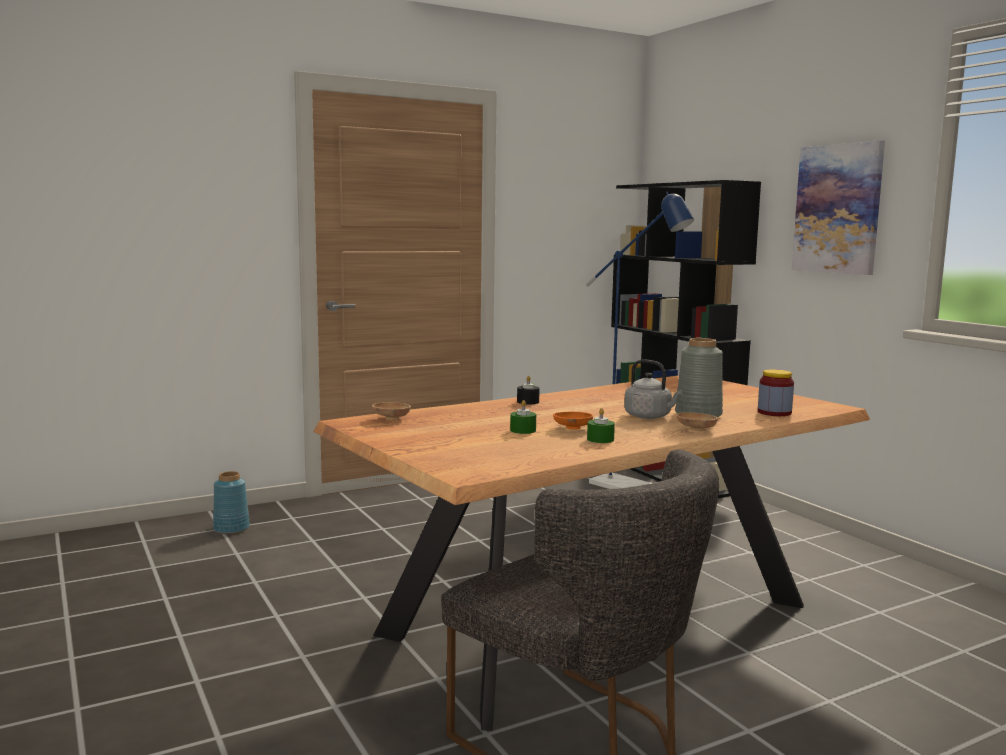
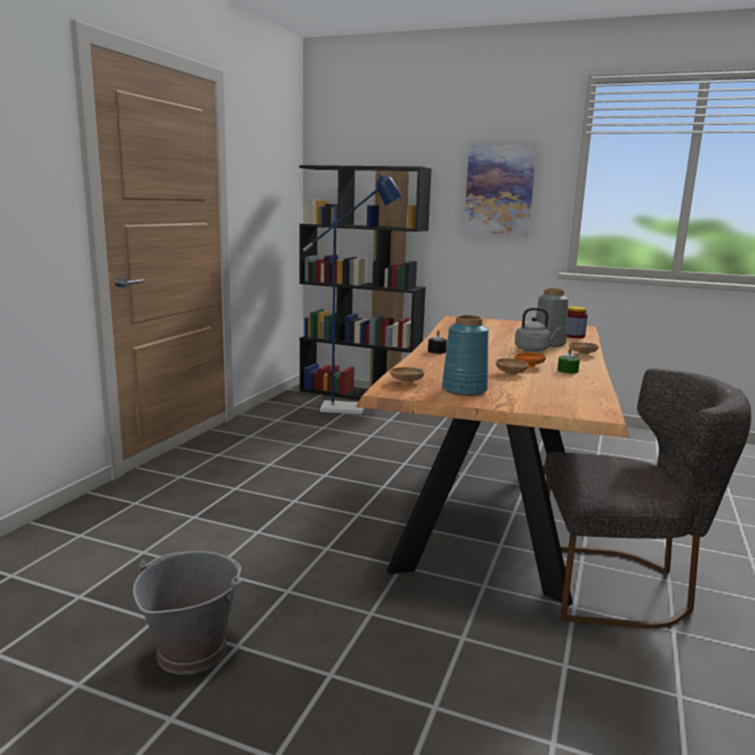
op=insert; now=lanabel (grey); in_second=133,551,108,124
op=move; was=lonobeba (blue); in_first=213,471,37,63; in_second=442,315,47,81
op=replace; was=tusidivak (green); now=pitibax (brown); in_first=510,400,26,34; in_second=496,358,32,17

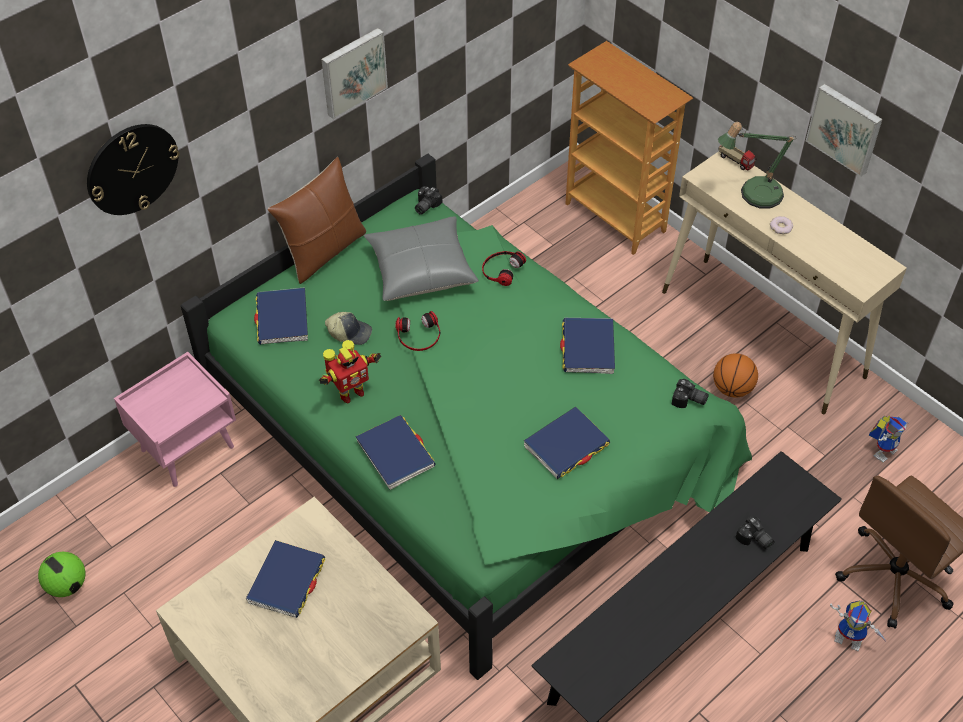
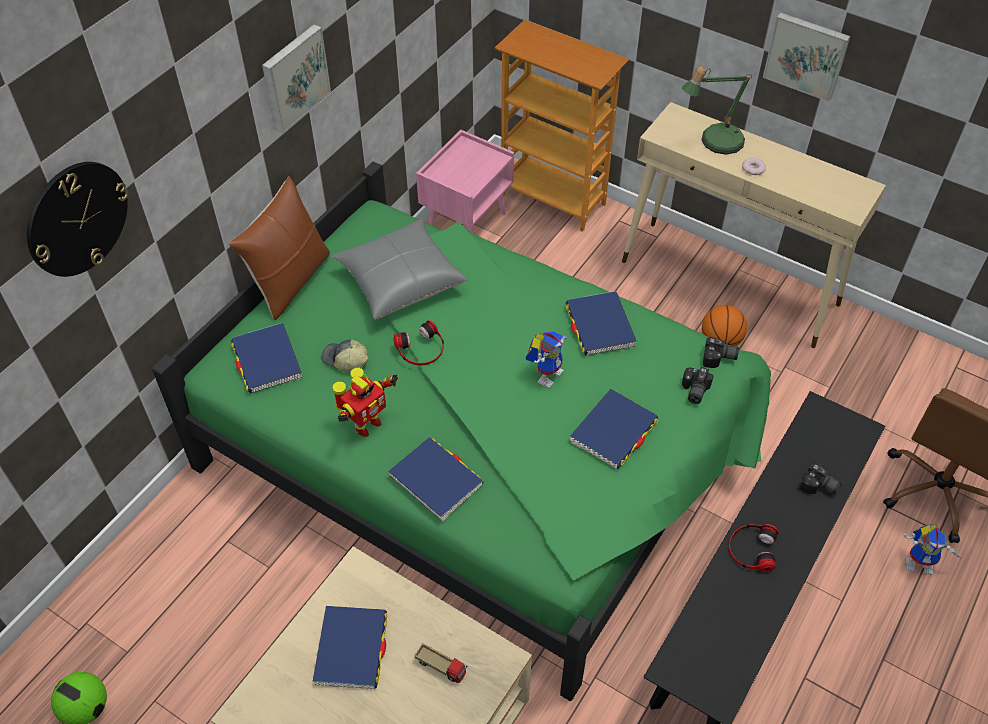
op=rotate; was=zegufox; in_first=325,312,47,33; in_second=321,339,48,33; clockwise=-150
op=move; was=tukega; in_first=718,145,39,25; in_second=415,643,52,40
op=move; was=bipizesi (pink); in_first=114,352,122,135; in_second=416,130,98,103
op=move; was=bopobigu; in_first=869,415,40,48; in_second=526,331,42,57
op=move; was=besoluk; in_first=415,186,27,29; in_second=682,367,32,37
op=move; was=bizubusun; in_first=482,251,44,35; in_second=729,524,50,48

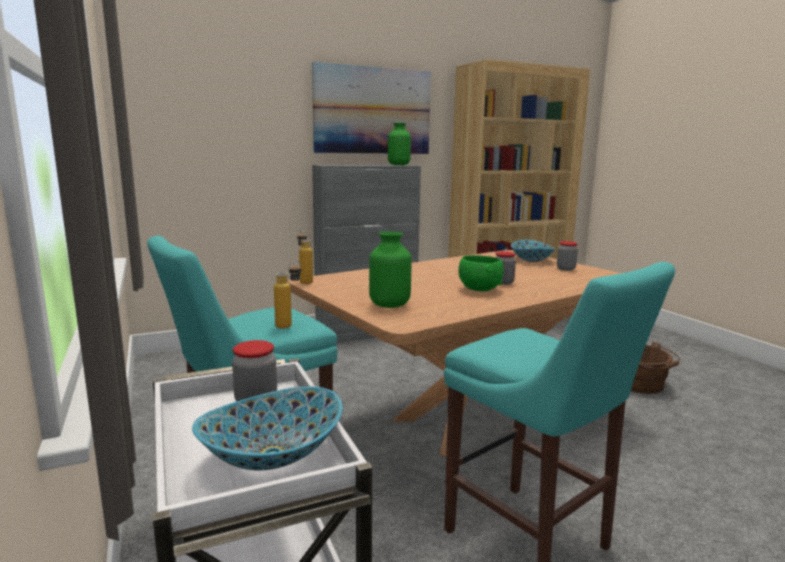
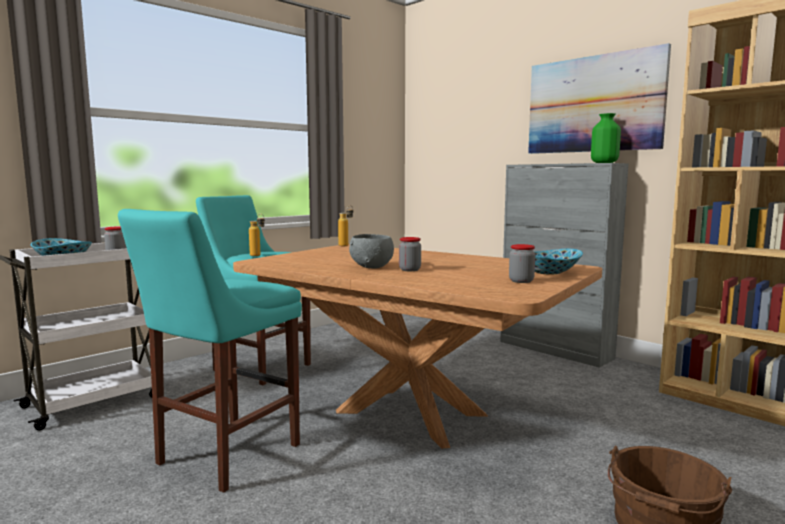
op=recolor; was=pitibax (green); now=pitibax (grey); in_first=459,255,45,36; in_second=349,234,45,35
op=delete; was=lonobeba (green); in_first=369,231,43,77

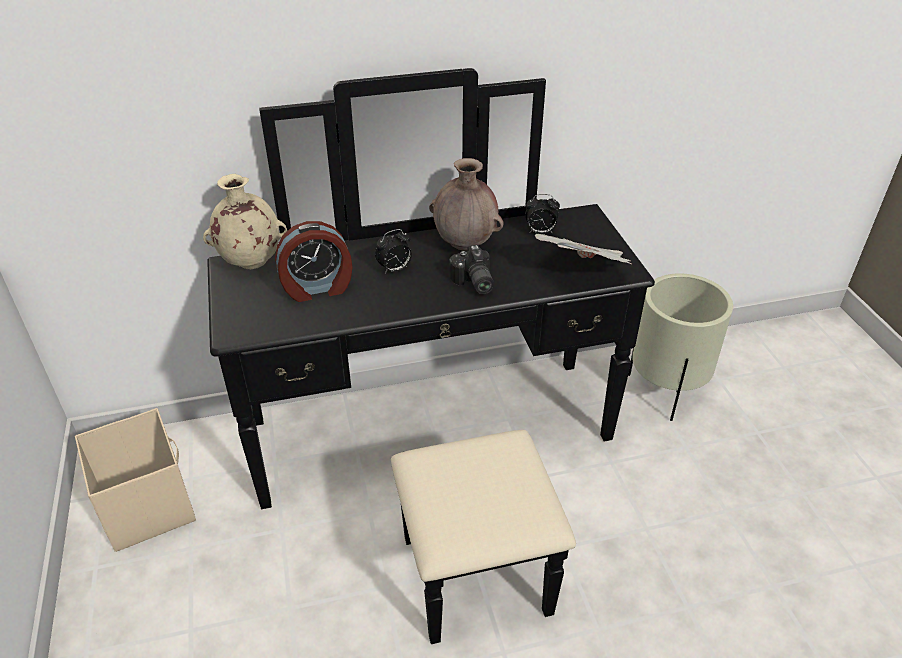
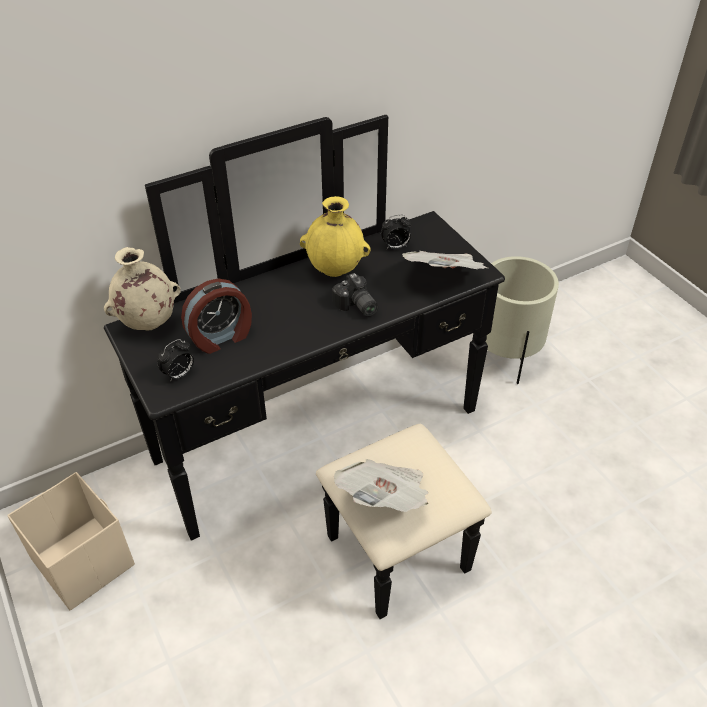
op=move; was=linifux; in_first=375,229,37,44; in_second=157,339,37,43
op=recolor; was=lonobeba (brown); now=lonobeba (yellow); in_first=429,158,75,93; in_second=300,196,71,81
op=insert; now=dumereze; in_second=334,459,95,53

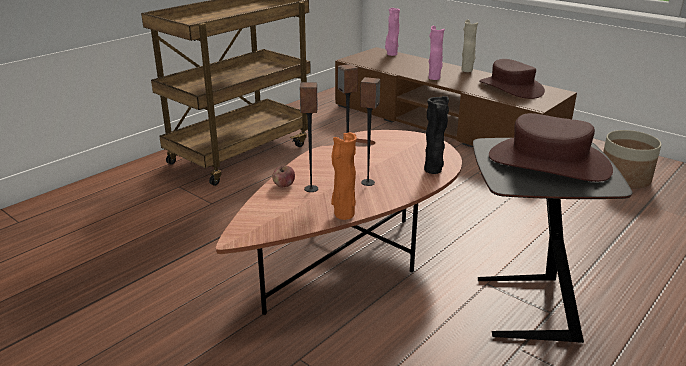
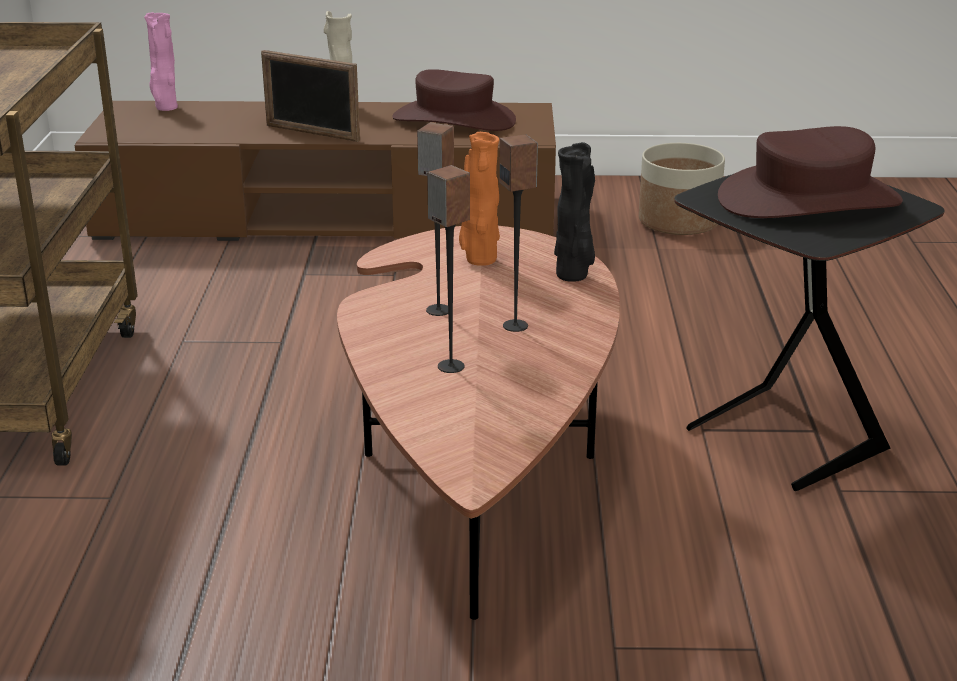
op=replace; was=lonobeba (pink); now=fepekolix; in_first=429,26,16,54; in_second=261,50,99,92
op=move; was=lonobeba (orange); in_first=331,132,26,88; in_second=459,132,41,134
op=delete; was=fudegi; in_first=272,166,23,21

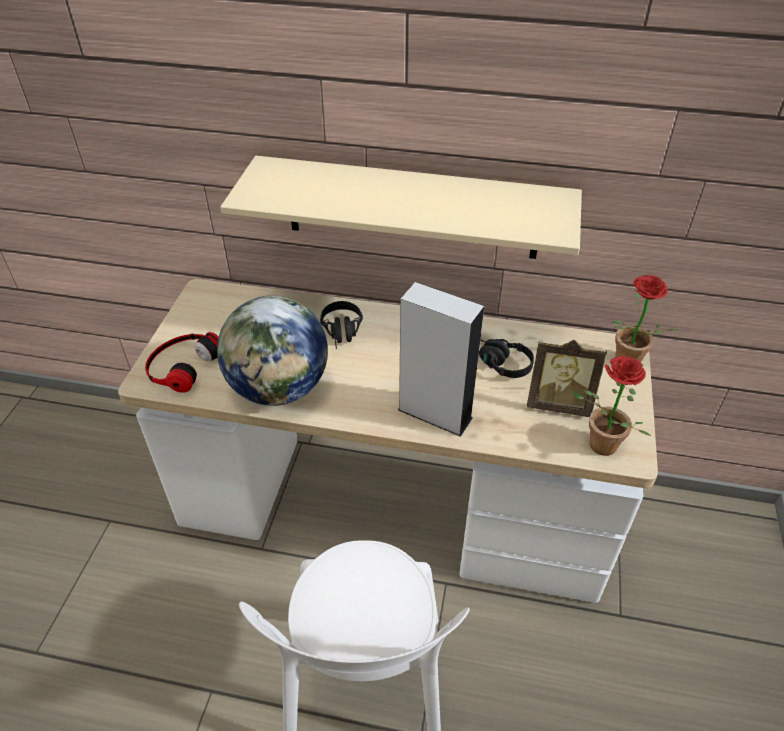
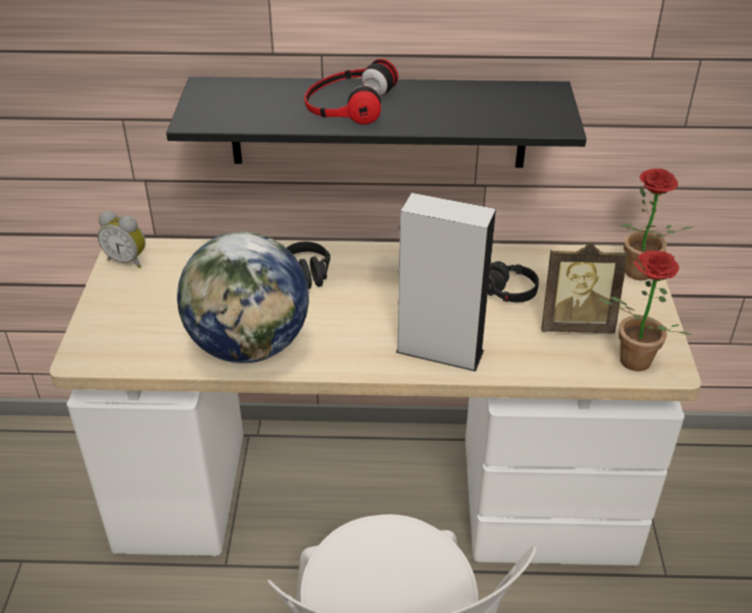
op=insert; now=linifux; in_second=98,211,48,57
op=recolor; was=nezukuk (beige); now=nezukuk (black); in_first=220,156,362,103; in_second=166,77,421,91
op=move; was=bizubusun; in_first=145,332,74,61; in_second=304,59,94,66

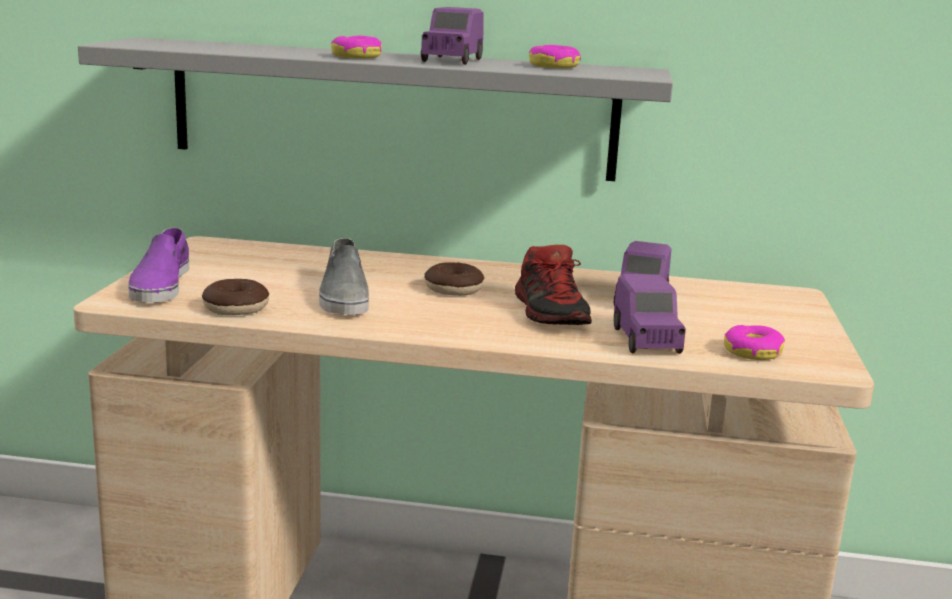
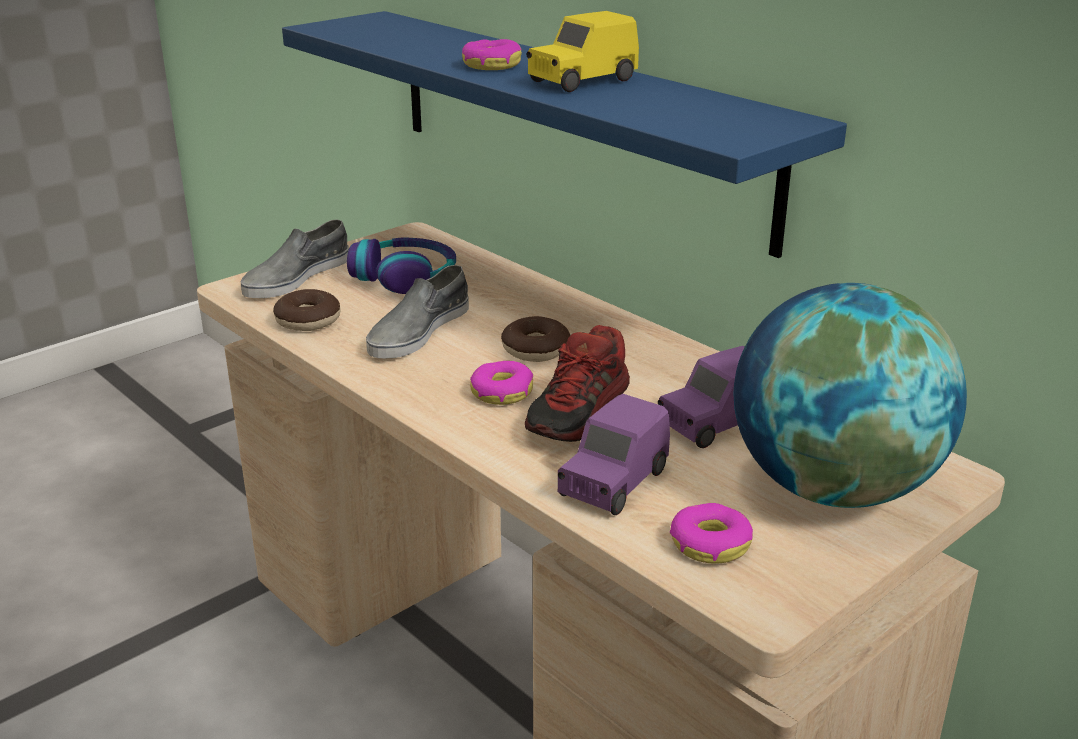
op=recolor; was=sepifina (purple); now=sepifina (grey); in_first=128,228,61,75; in_second=241,219,108,79
op=recolor; was=nezukuk (grey); now=nezukuk (blue); in_first=78,37,595,144; in_second=282,11,565,247
op=insert; now=bizubusun; in_second=347,237,109,57
op=move; was=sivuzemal; in_first=529,45,52,23; in_second=470,361,63,44
op=recolor; was=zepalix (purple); now=zepalix (yellow); in_first=421,7,63,58; in_second=526,11,113,81
op=insert; now=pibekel; in_second=734,283,233,225

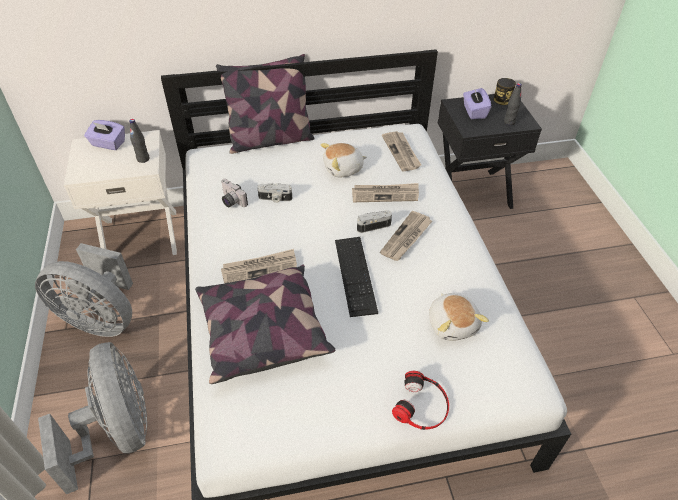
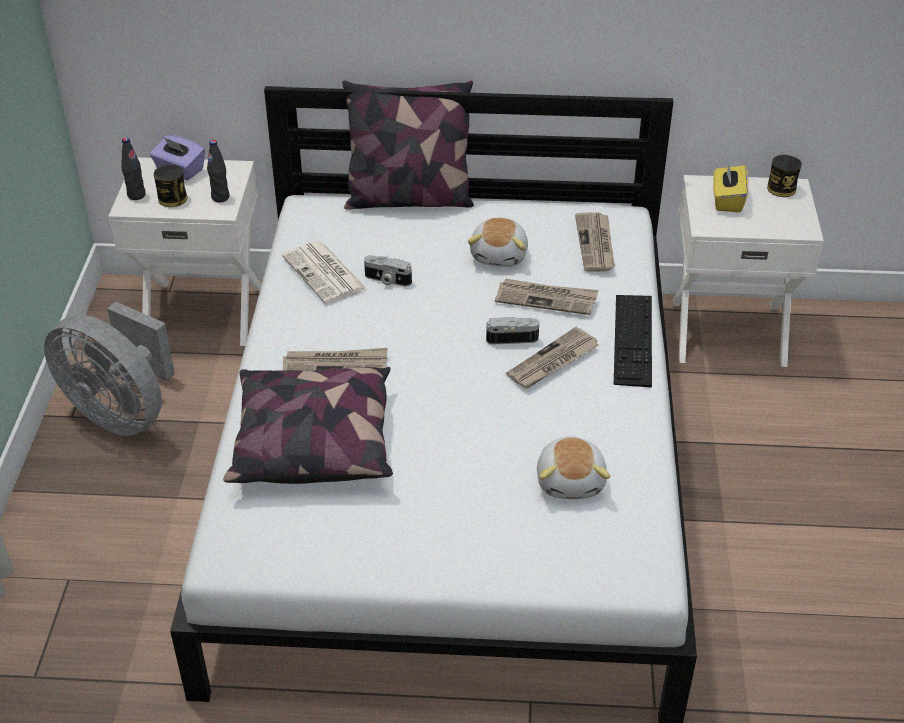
op=move; was=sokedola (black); in_first=504,83,18,42; in_second=121,137,25,63
op=insert; now=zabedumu; in_second=154,164,33,43
op=replace; was=besoluk; now=dumereze; in_first=221,179,27,29; in_second=282,241,85,63
op=rotate; was=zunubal; in_first=320,143,47,35; in_second=468,218,60,49; clockwise=-75
op=move; was=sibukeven; in_first=335,237,43,80; in_second=614,295,38,93
op=recolor; was=bipizesi (black); now=bipizesi (white); in_first=438,94,104,115; in_second=673,175,151,192
op=recolor; was=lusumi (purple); now=lusumi (yellow); in_first=463,87,28,32; in_second=713,161,35,51
op=delete; was=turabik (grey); in_first=38,342,109,152
op=delete; was=bizubusun; in_first=392,371,57,59

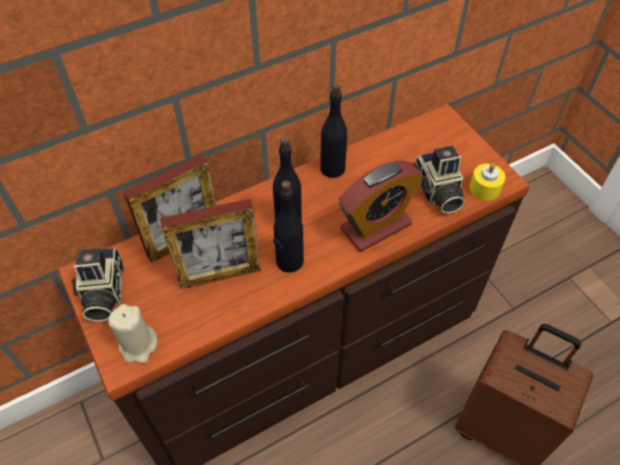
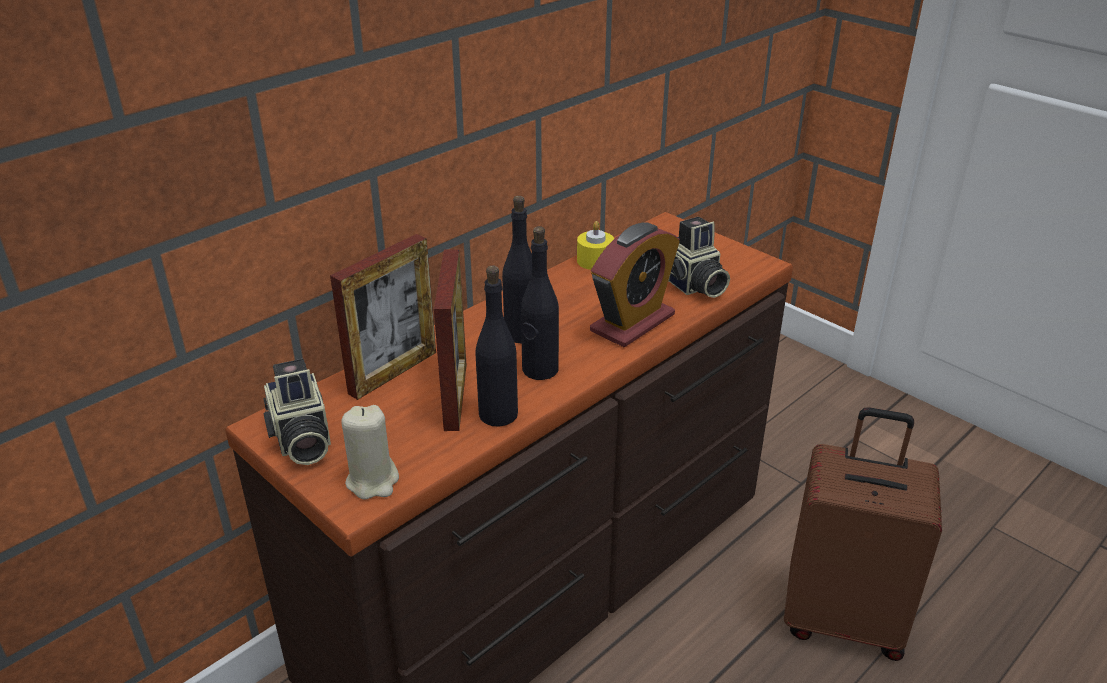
op=rotate; was=fepekolix; in_first=160,199,101,90; in_second=434,249,33,182; clockwise=-60
op=move; was=sokedola (black); in_first=320,83,27,95; in_second=475,266,43,160
op=move; was=tusidivak (yellow); in_first=469,163,36,38; in_second=577,221,37,49

